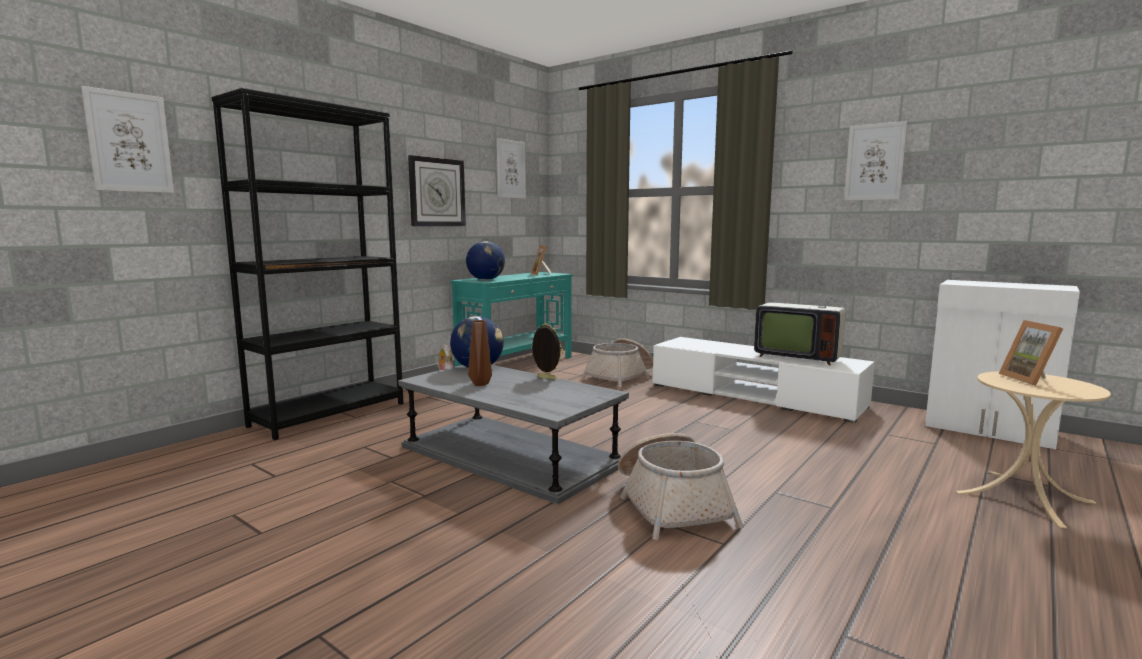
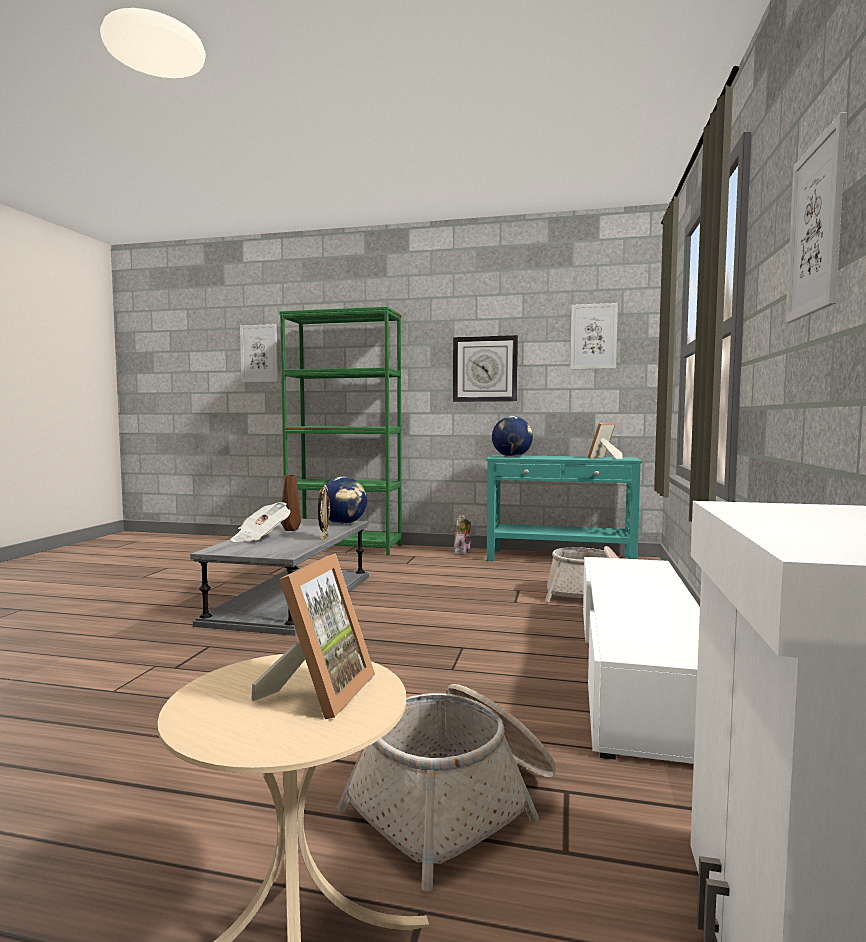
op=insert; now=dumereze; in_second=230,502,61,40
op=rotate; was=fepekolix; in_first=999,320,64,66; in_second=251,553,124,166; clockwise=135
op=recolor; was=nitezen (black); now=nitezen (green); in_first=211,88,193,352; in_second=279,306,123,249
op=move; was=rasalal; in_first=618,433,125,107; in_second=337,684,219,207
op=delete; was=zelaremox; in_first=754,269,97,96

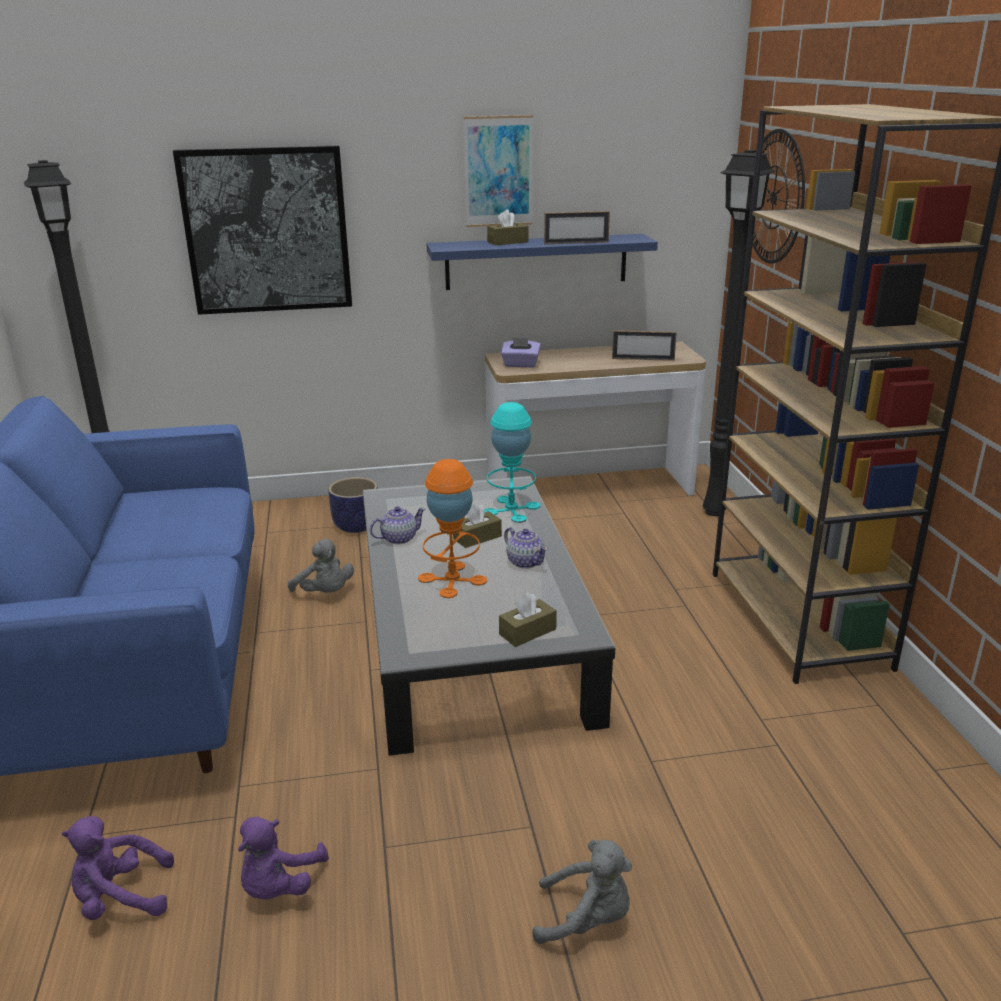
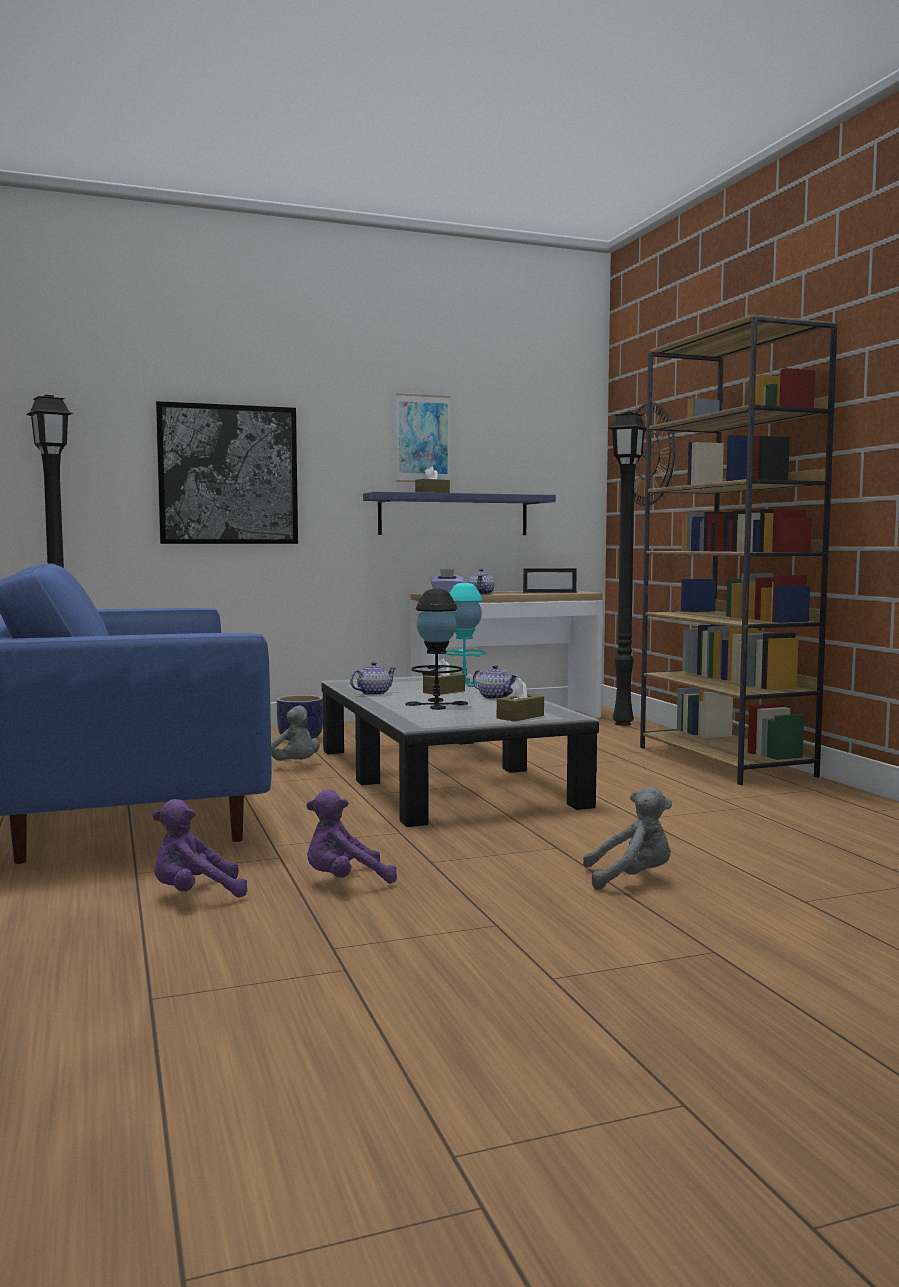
op=rotate; was=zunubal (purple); in_first=238,817,91,82; in_second=306,789,91,94; clockwise=60
op=recolor; was=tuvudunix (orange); now=tuvudunix (black); in_first=418,459,69,139; in_second=405,589,63,121
op=insert; now=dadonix; in_second=468,569,26,26
op=delete; was=fepekolix; in_first=544,211,66,33

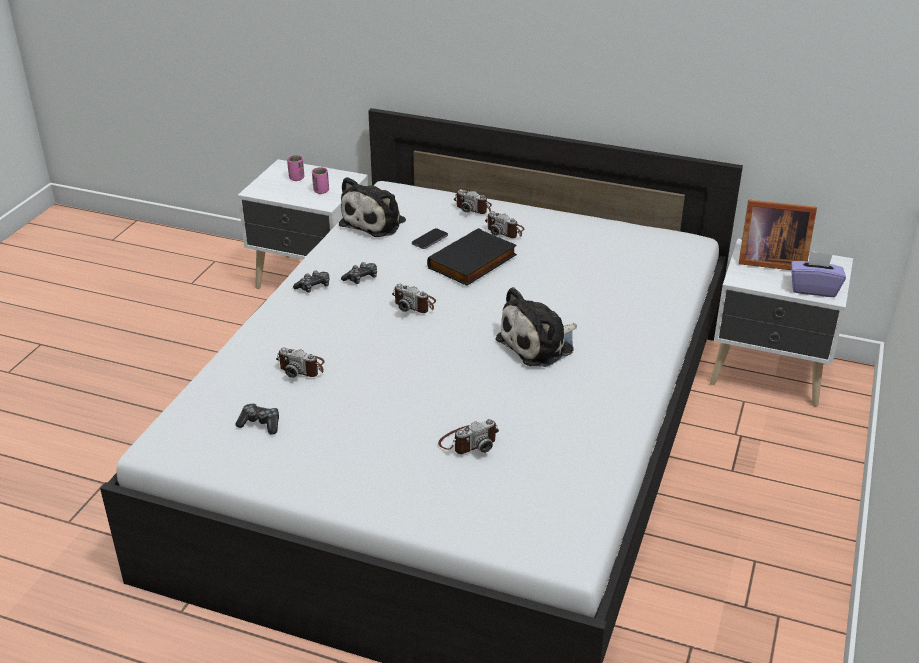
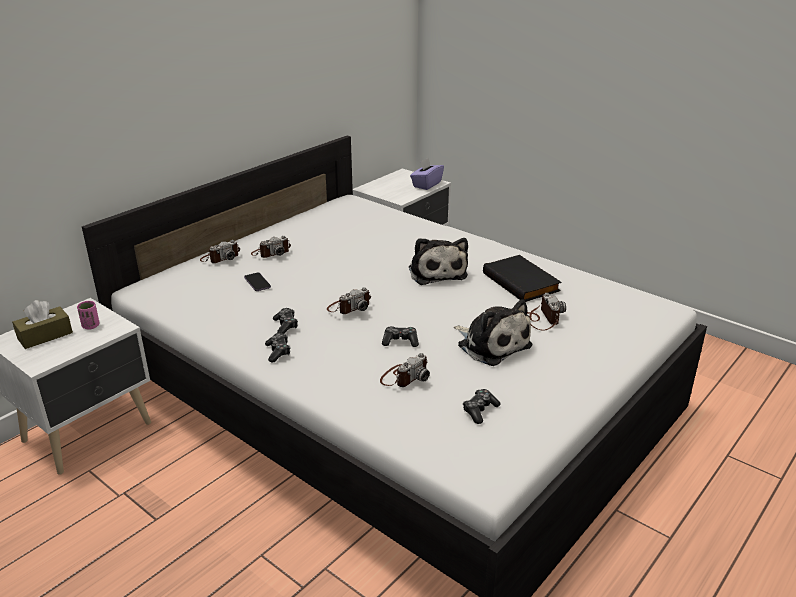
op=replace; was=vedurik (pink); now=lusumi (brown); in_first=287,155,17,26; in_second=12,300,61,49
op=insert; now=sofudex; in_second=382,326,37,21
op=move; was=zunubal; in_first=339,177,67,60; in_second=454,299,78,67
op=move; was=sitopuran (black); in_first=427,228,90,58; in_second=483,255,78,47
op=delete; was=fepekolix; in_first=739,200,78,70

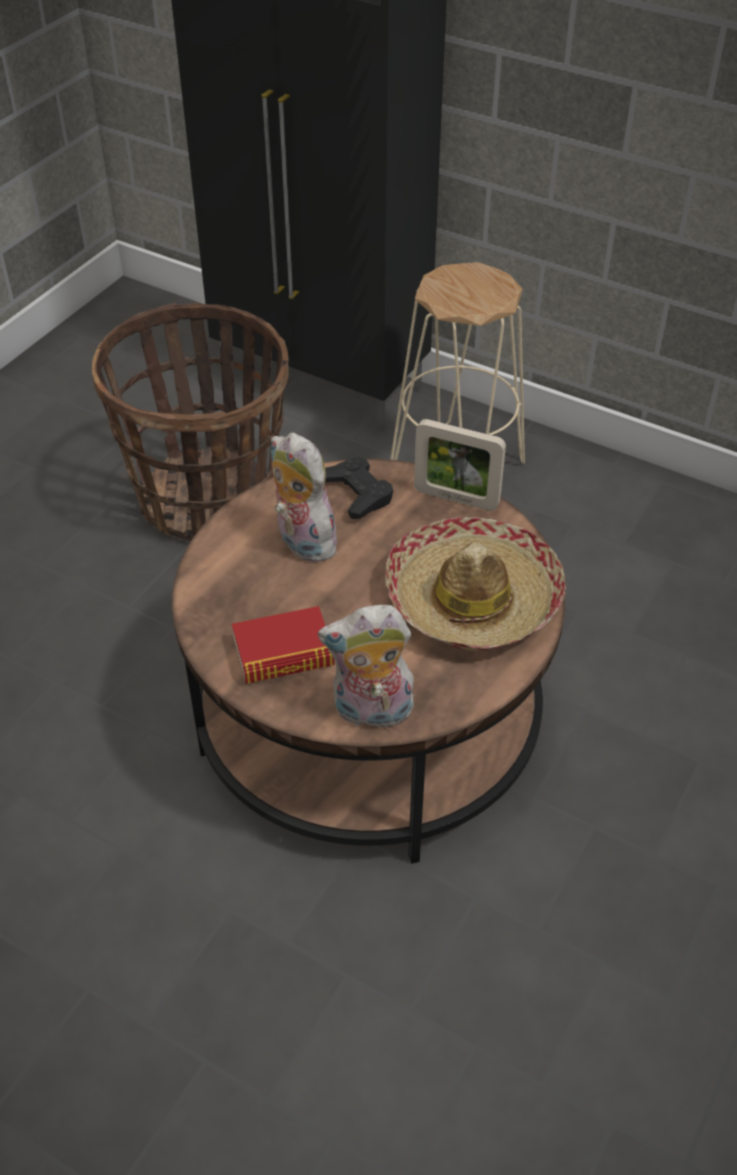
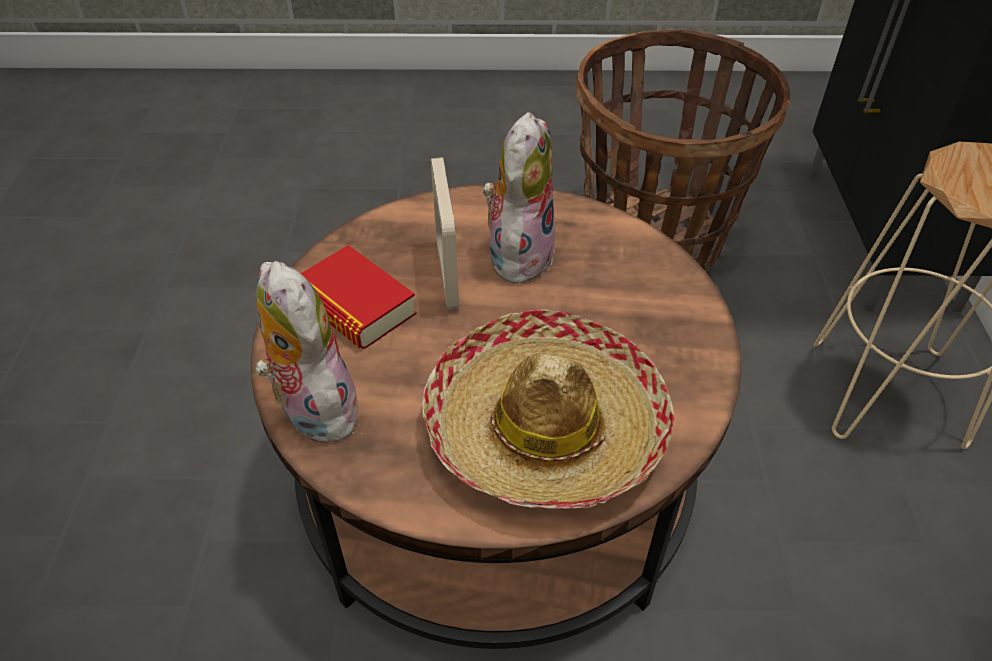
op=move; was=fepekolix; in_first=414,419,92,92; in_second=431,157,28,152
op=delete; was=sofudex (black); in_first=325,456,68,63

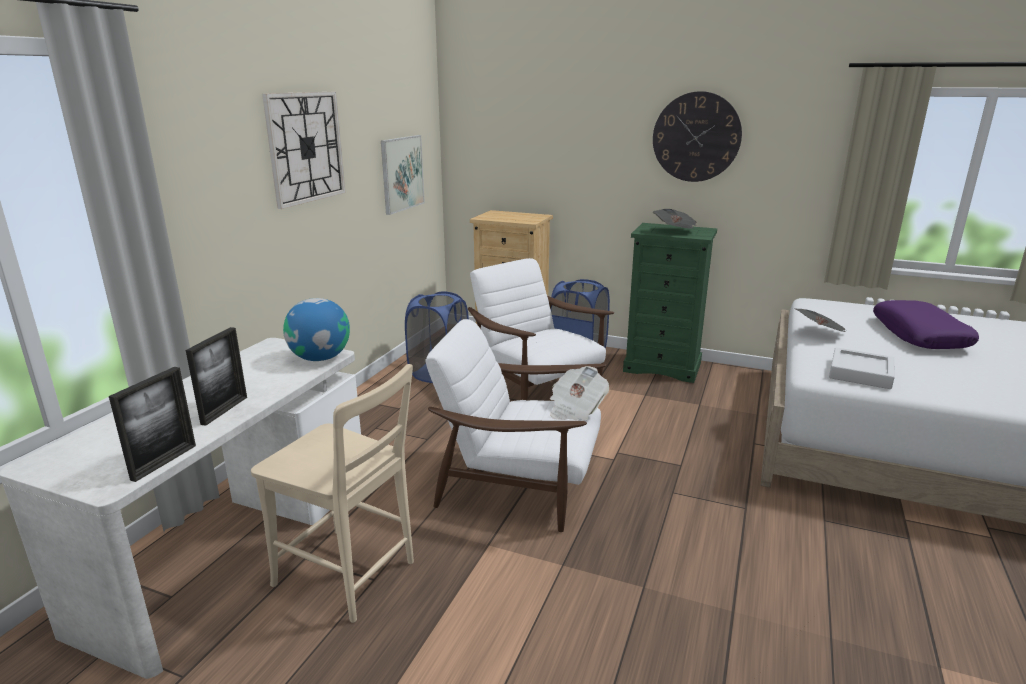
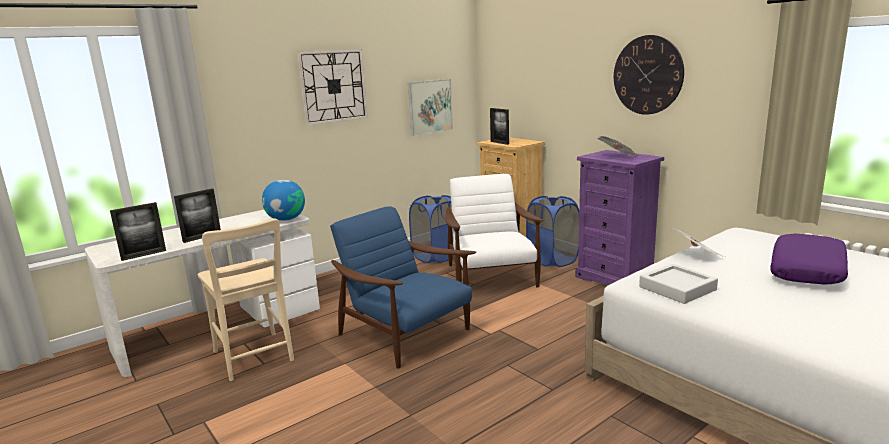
op=recolor; was=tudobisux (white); now=tudobisux (blue); in_first=425,319,181,213; in_second=330,206,146,163
op=insert; now=fepekolix; in_second=490,108,19,37
op=recolor; was=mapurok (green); now=mapurok (purple); in_first=623,223,94,160; in_second=575,150,89,135
op=delete; was=dumereze; in_first=550,366,59,54

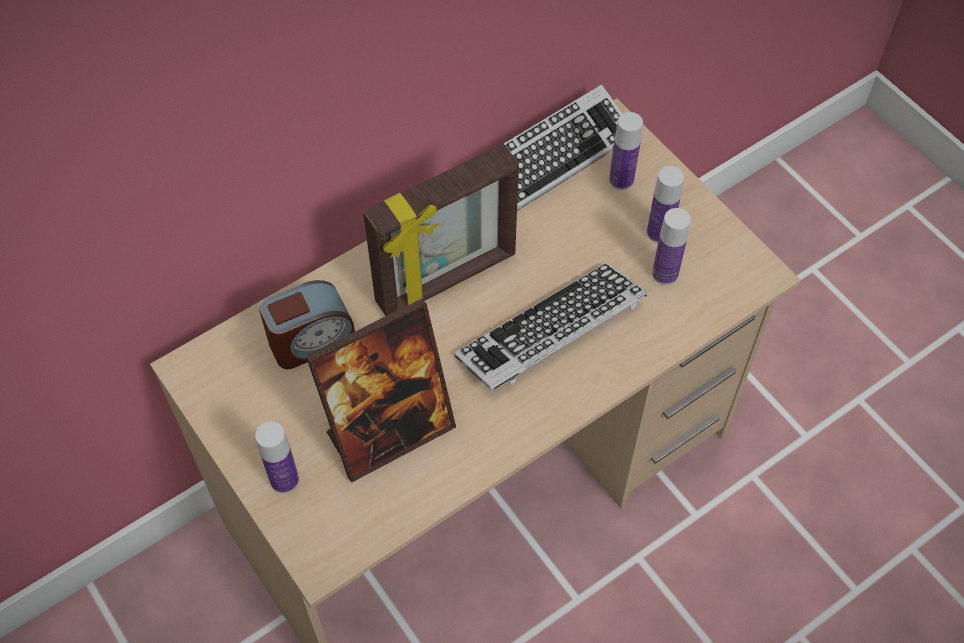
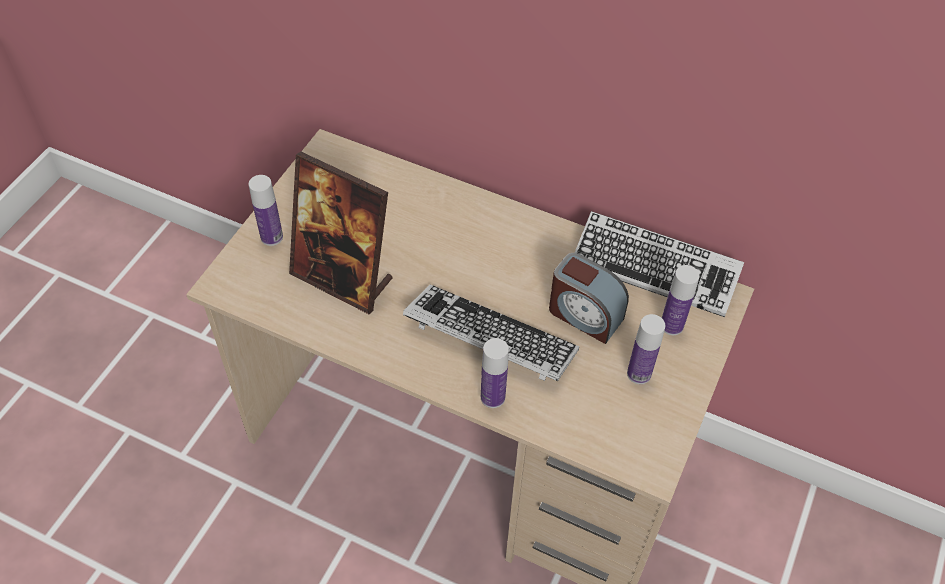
op=move; was=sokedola; in_first=652,208,39,77; in_second=481,338,28,70
op=move; was=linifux; in_first=259,280,96,89; in_second=549,253,80,91
op=delete; was=fepekolix; in_first=363,144,156,172

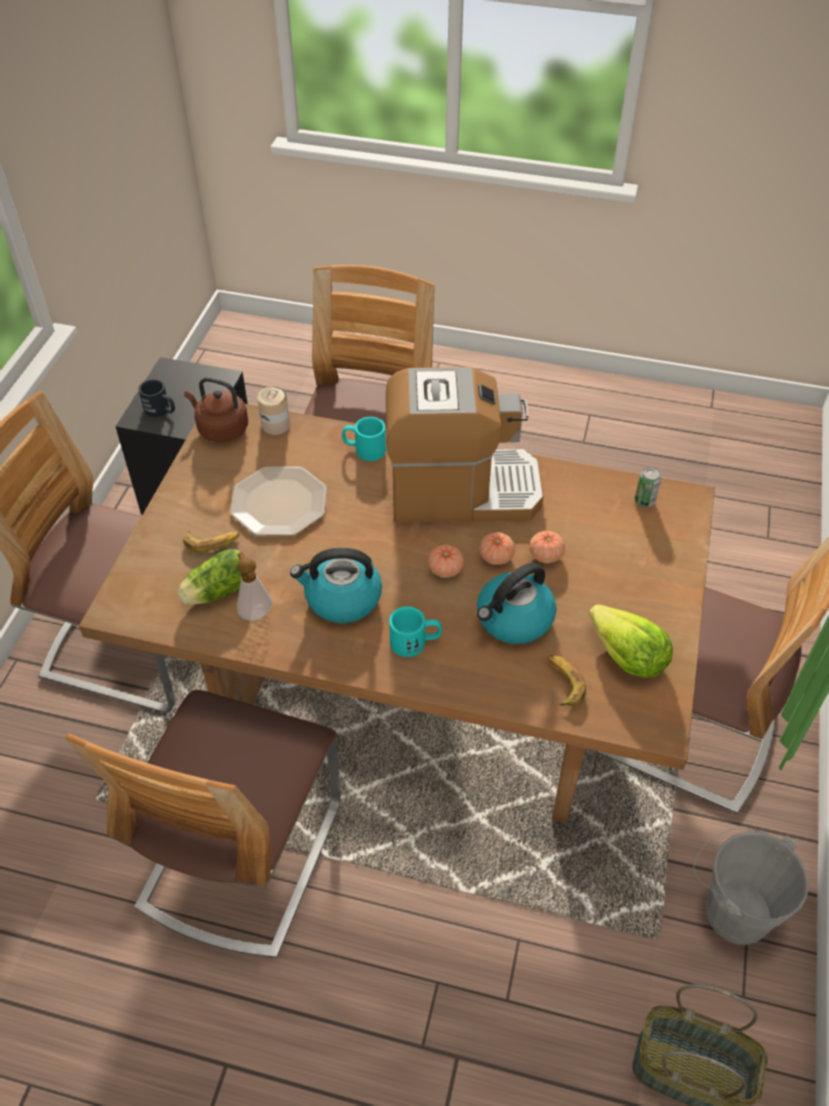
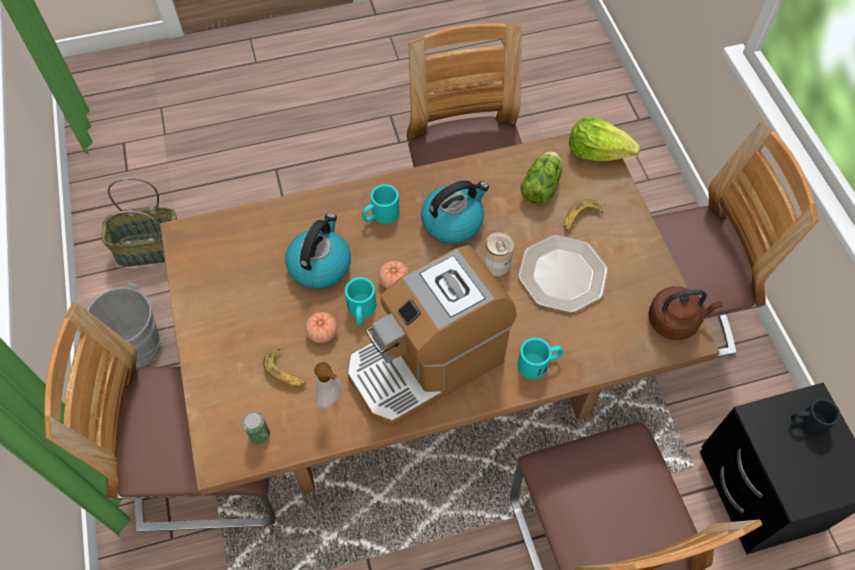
op=move; was=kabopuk; in_first=547,655,39,51; in_second=263,349,43,37
op=move; was=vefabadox; in_first=237,552,35,69; in_second=314,362,28,47
op=replace; was=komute; now=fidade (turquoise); in_first=479,532,36,33; in_second=345,277,31,49
op=move; was=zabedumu; in_first=257,386,33,49; in_second=483,232,31,44
op=move; was=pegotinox; in_first=589,604,84,74; in_second=569,116,71,45

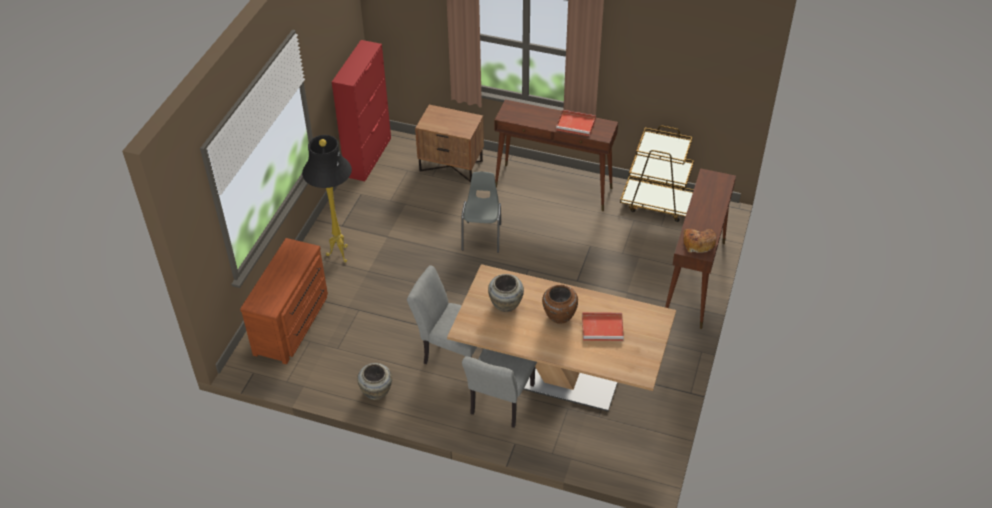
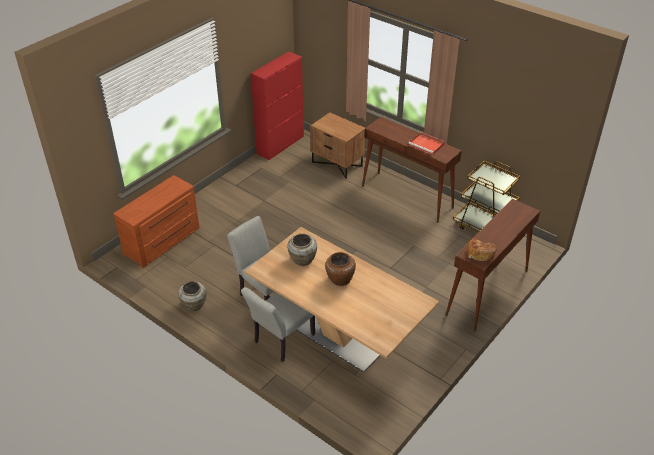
op=delete; was=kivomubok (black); in_first=302,135,50,128
op=delete; was=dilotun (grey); in_first=461,172,40,81
op=delete; was=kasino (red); in_first=582,312,42,29

